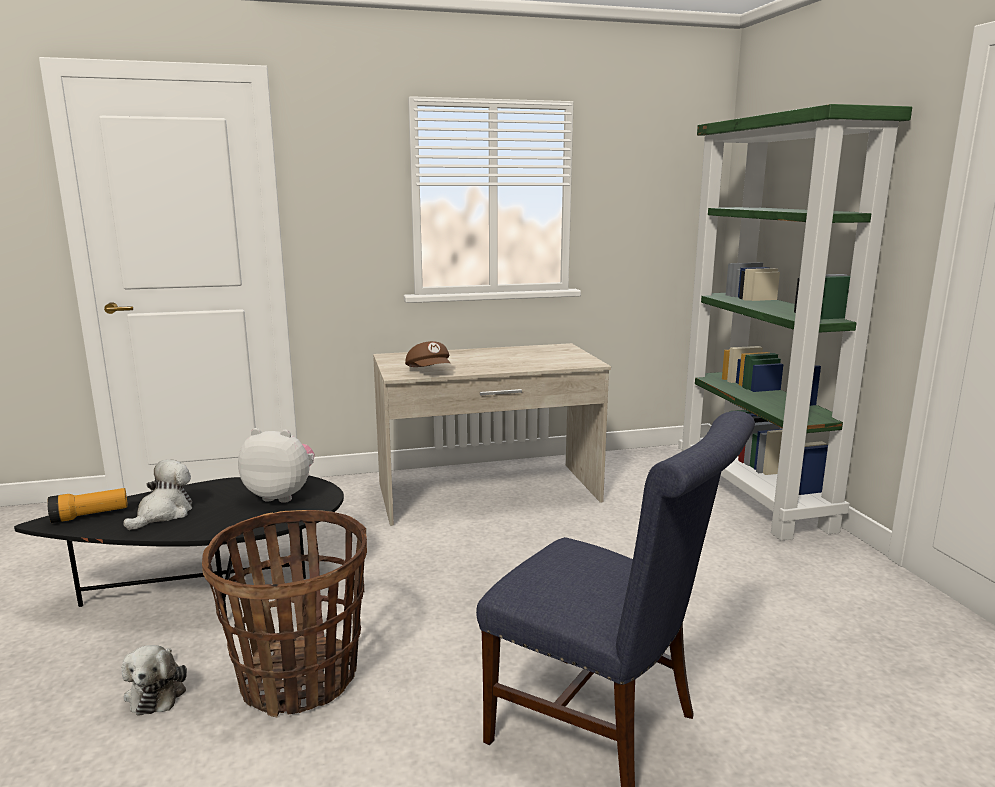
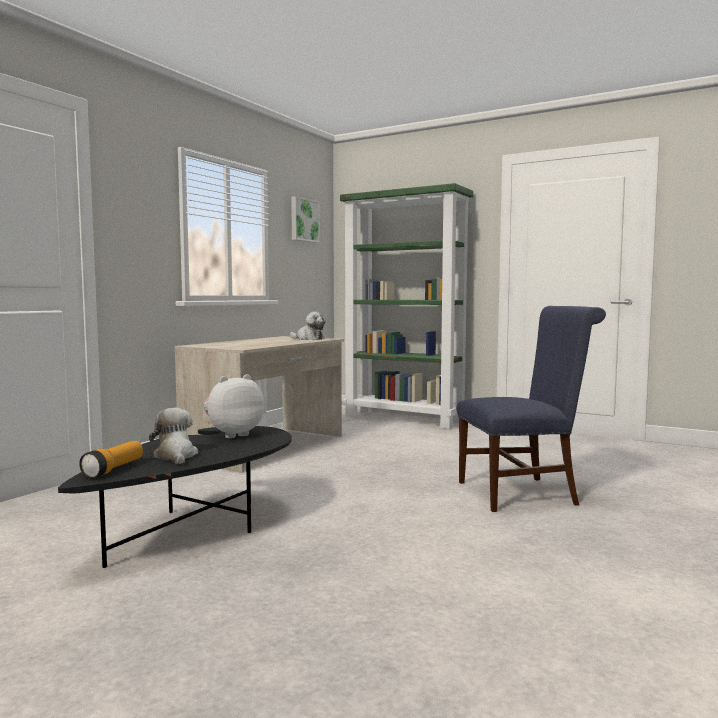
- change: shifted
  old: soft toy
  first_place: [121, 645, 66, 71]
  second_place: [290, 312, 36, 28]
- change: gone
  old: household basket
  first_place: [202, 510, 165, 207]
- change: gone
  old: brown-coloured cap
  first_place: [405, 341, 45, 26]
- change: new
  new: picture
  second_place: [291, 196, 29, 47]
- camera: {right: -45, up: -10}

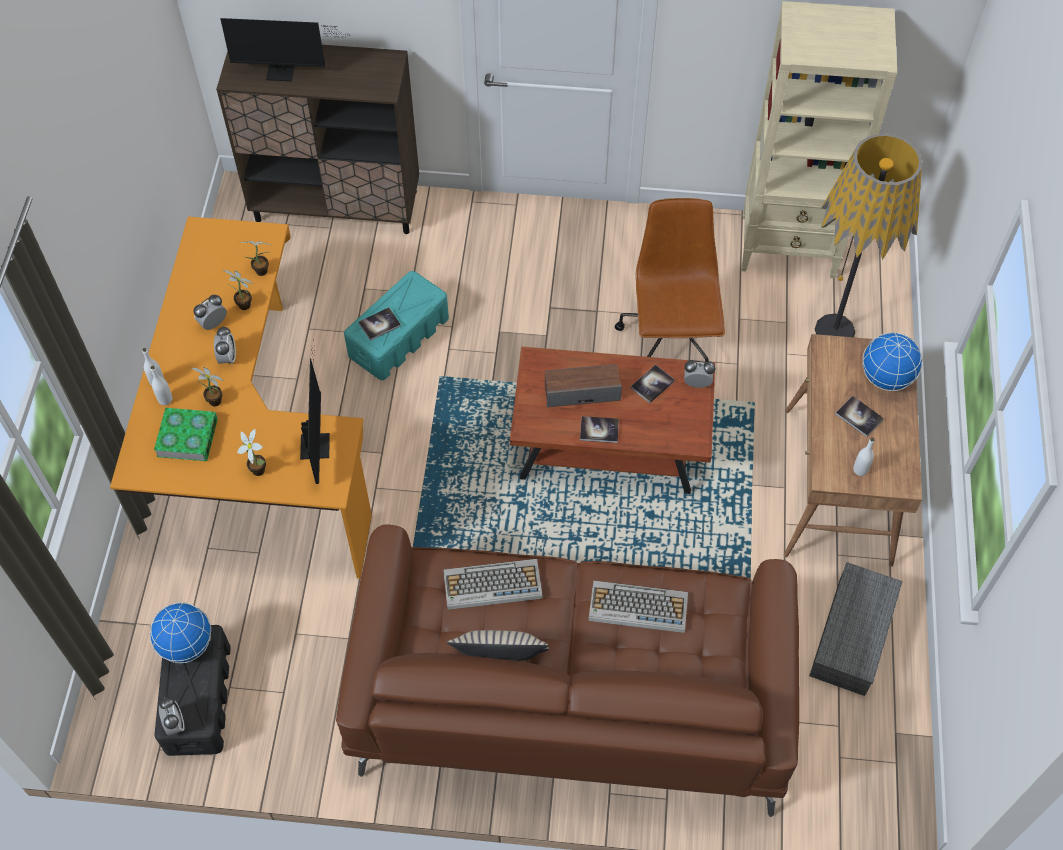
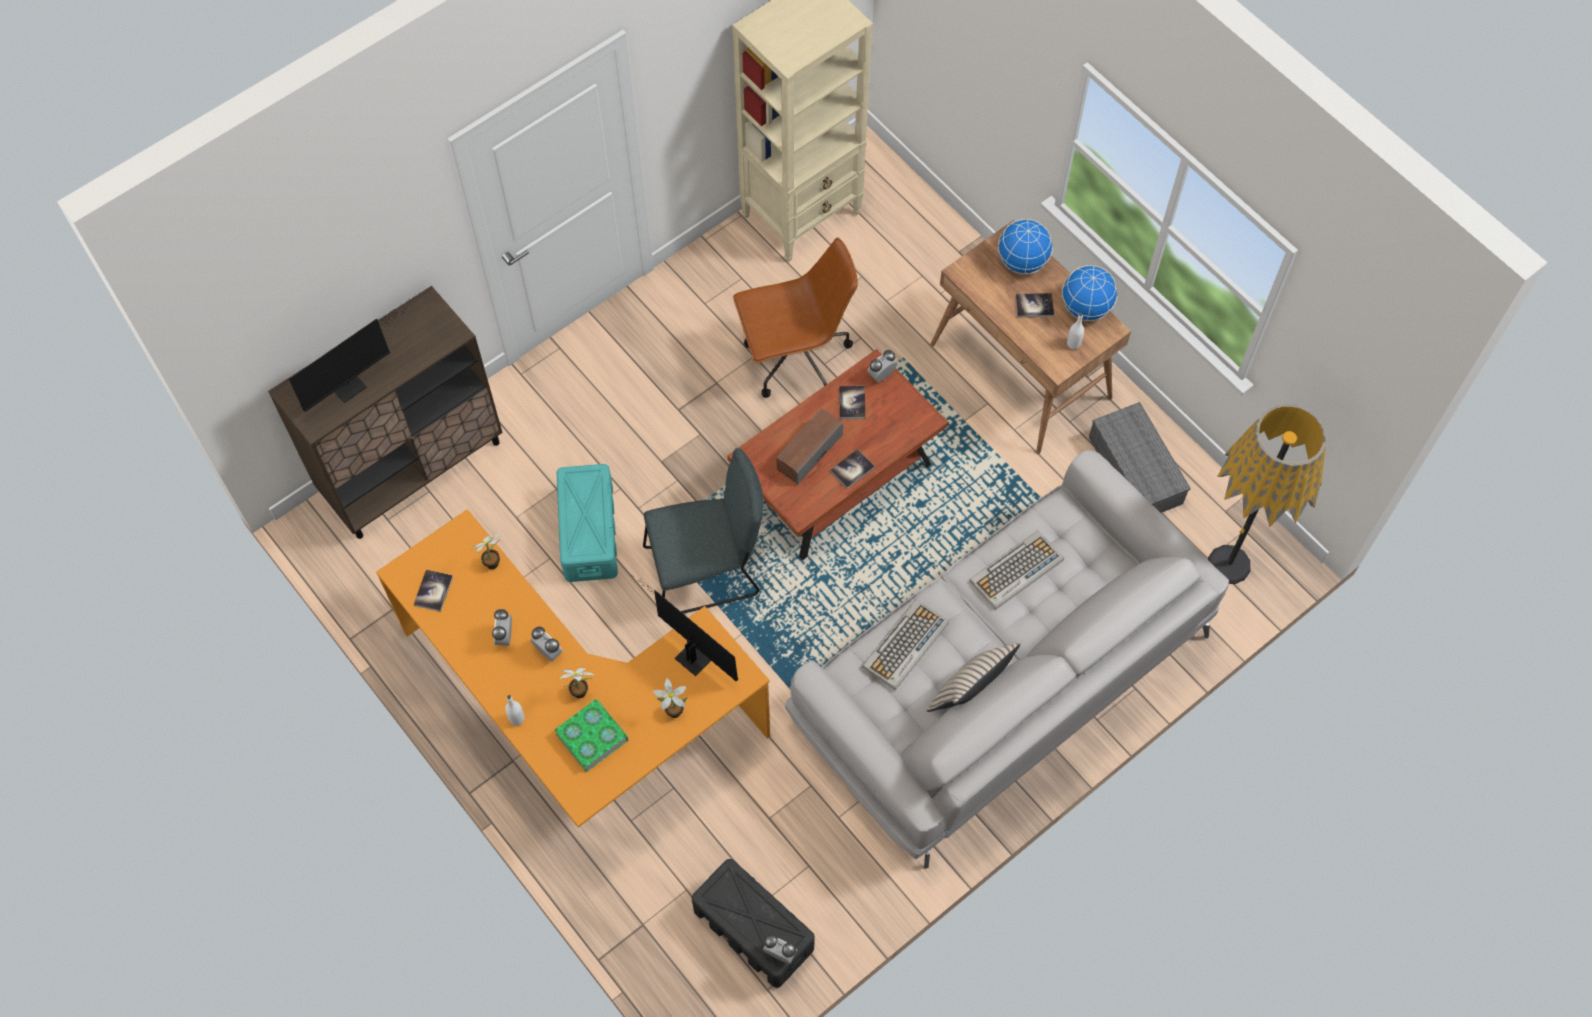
- change: gone
  old: whitish bottle
  first_place: [150, 366, 22, 39]
- change: shifted
  old: desk globe
  first_place: [150, 602, 61, 61]
  second_place: [1062, 265, 56, 56]
- change: gone
  old: houseplant
  first_place: [223, 270, 30, 40]
- change: repainted
  old: brown-coloured settee
  new: greyish settee
  first_place: [336, 524, 463, 293]
  second_place: [785, 450, 444, 419]
- change: shifted
  old: book
  first_place: [358, 308, 43, 33]
  second_place: [414, 569, 39, 43]
- change: rotated
  old: brown-coloured desk chair
  first_place: [615, 198, 110, 164]
  second_place: [733, 237, 125, 161]
  degrees: 120
- change: shifted
  old: floor lamp
  first_place: [815, 134, 107, 203]
  second_place: [1208, 404, 119, 180]
- change: new
  new: greyish plain chair
  second_place: [643, 448, 121, 166]
- camera: {right: -45, up: 5}

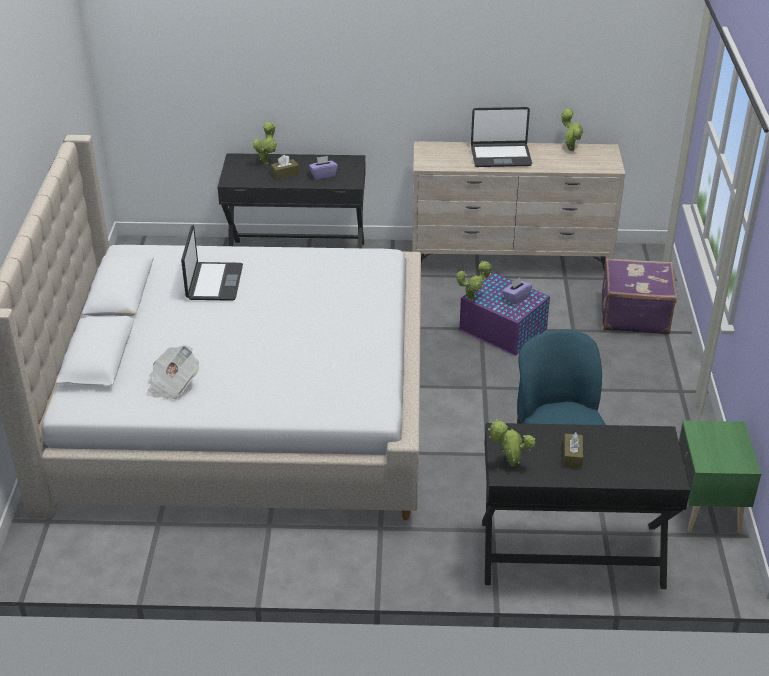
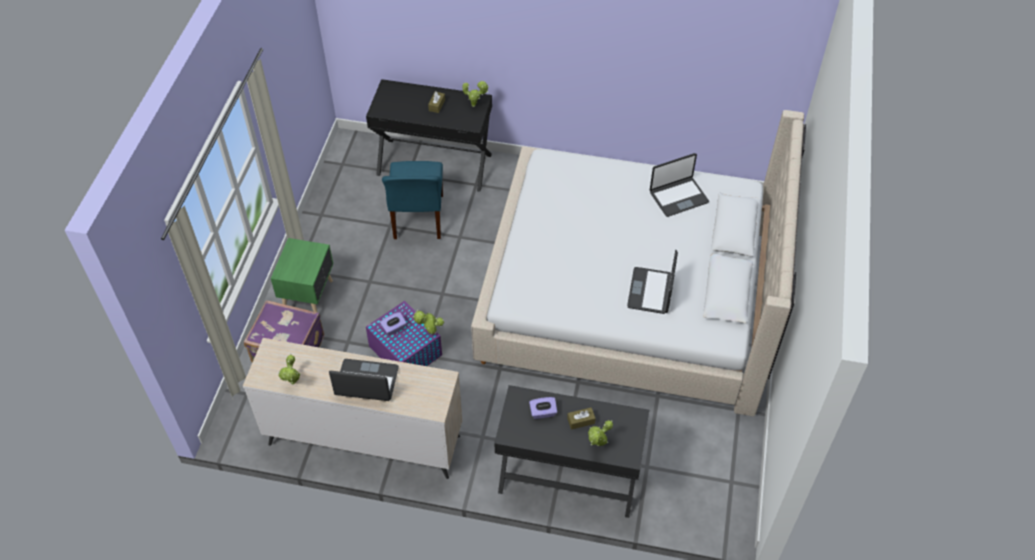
- change: swapped
  old: printed paper
  new: laptop
  first_place: [147, 346, 52, 53]
  second_place: [650, 153, 59, 64]
- change: shifted
  old: green bedside table
  first_place: [679, 420, 82, 113]
  second_place: [271, 238, 62, 74]
- camera: {right: -170, up: 15}

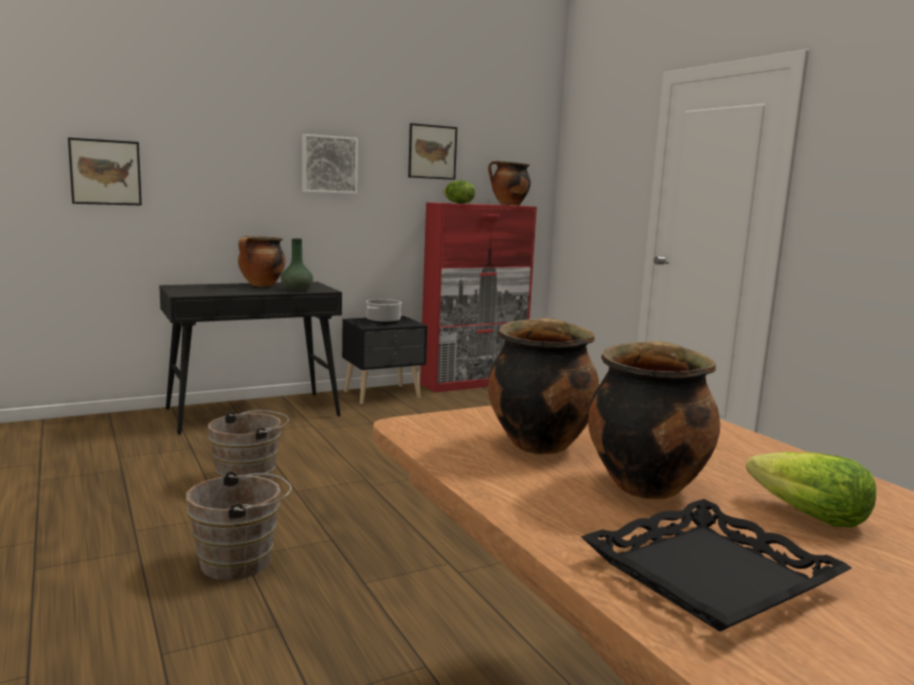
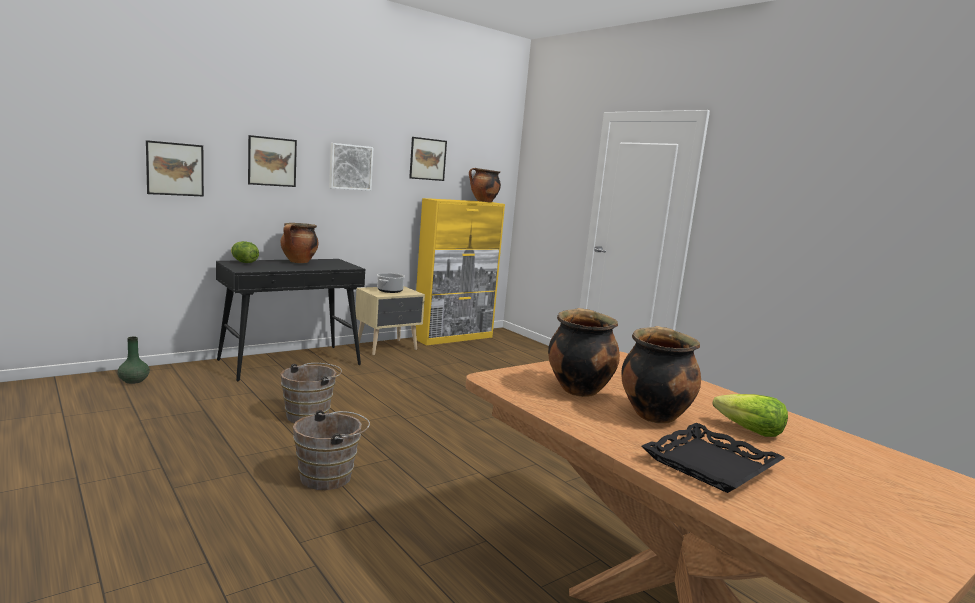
- change: shifted
  old: green flower vase
  first_place: [281, 238, 32, 54]
  second_place: [117, 337, 33, 47]
- change: repainted
  old: black bedside table
  new: beige bedside table
  first_place: [342, 316, 85, 88]
  second_place: [355, 286, 70, 69]
- change: repainted
  old: red cupboard
  new: yellow cupboard
  first_place: [420, 202, 117, 190]
  second_place: [416, 198, 89, 147]
- change: shifted
  old: lettuce head
  first_place: [443, 180, 32, 24]
  second_place: [231, 241, 28, 22]
- change: new
  new: picture
  second_place: [248, 135, 49, 52]
- camera: {right: -10, up: 0}

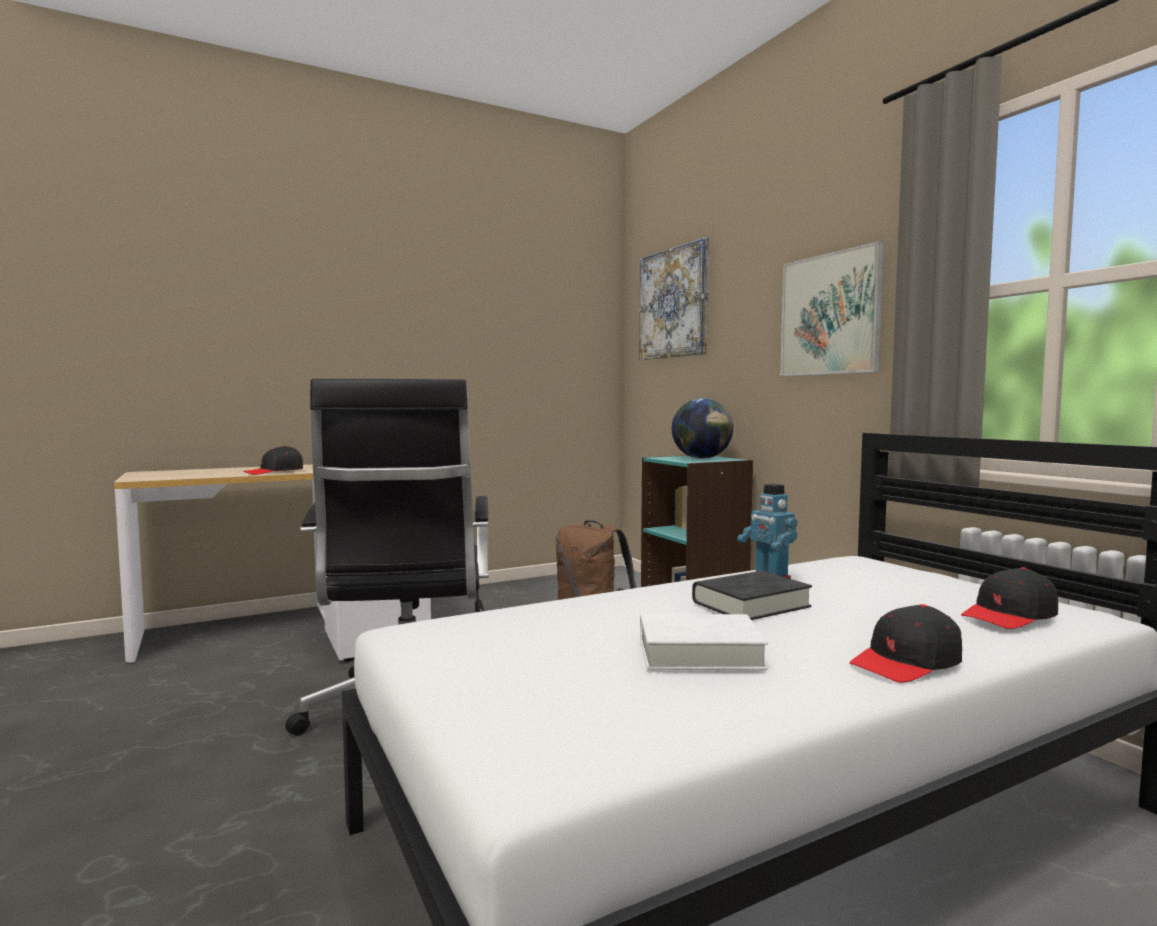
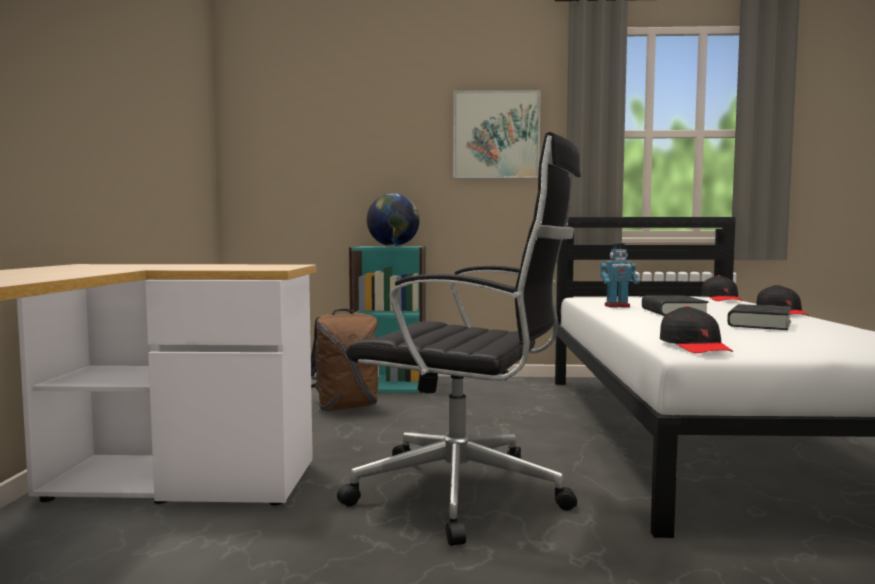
- change: shifted
  old: black cap
  first_place: [243, 446, 60, 29]
  second_place: [660, 306, 74, 47]
- change: gone
  old: picture
  first_place: [639, 237, 70, 123]
- change: repainted
  old: whitish book
  new: black book
  first_place: [640, 614, 128, 56]
  second_place: [727, 304, 65, 26]
- camera: {right: -60, up: 0}

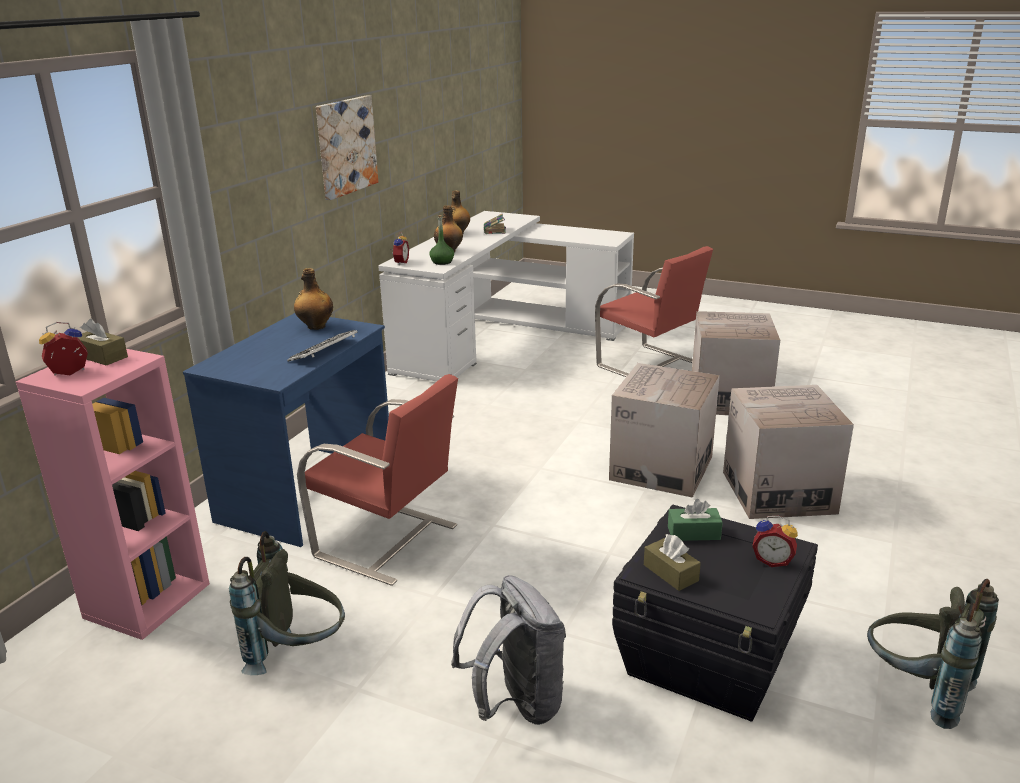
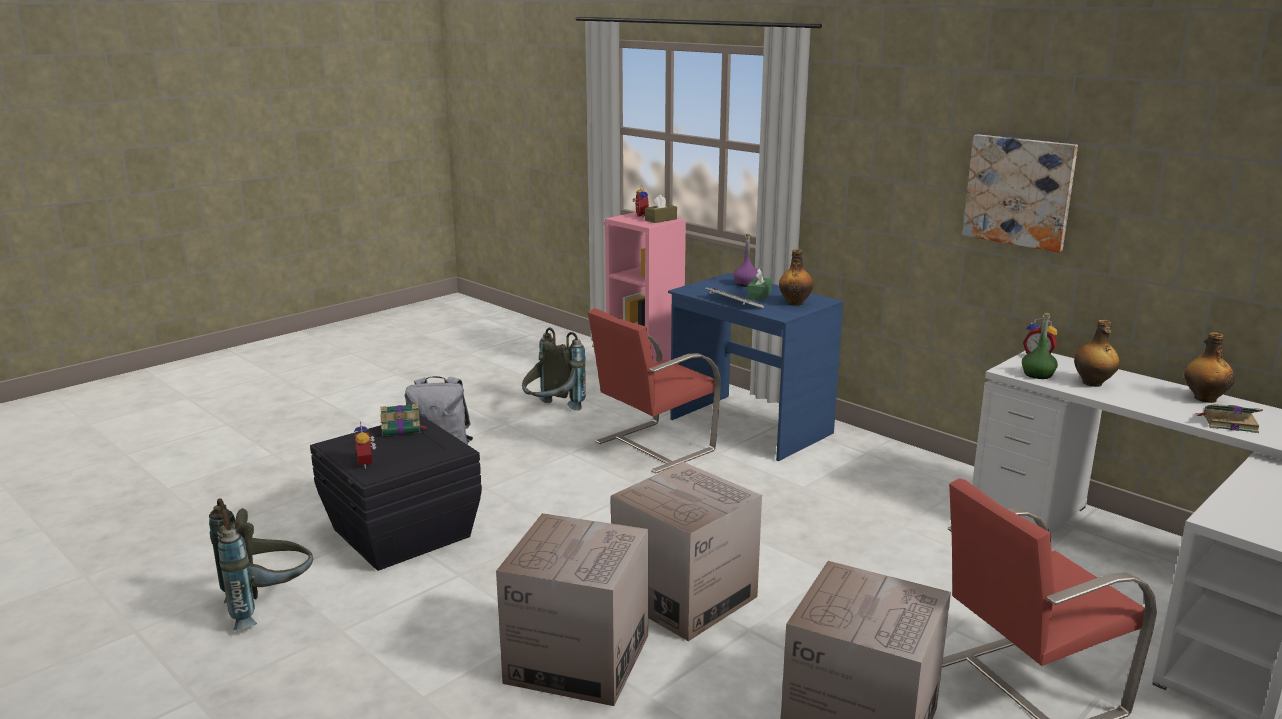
- change: swapped
  old: brown-coloured box of tissues
  new: book
  first_place: [644, 534, 57, 57]
  second_place: [380, 404, 47, 32]
- change: shifted
  old: green box of tissues
  first_place: [668, 499, 55, 42]
  second_place: [747, 269, 25, 32]
- change: rotated
  old: bedside clock
  first_place: [752, 516, 46, 51]
  second_place: [354, 422, 22, 46]
  degrees: -60
- change: new
  new: purple bottle
  second_place: [733, 234, 25, 53]
- camera: {right: 110, up: -5}

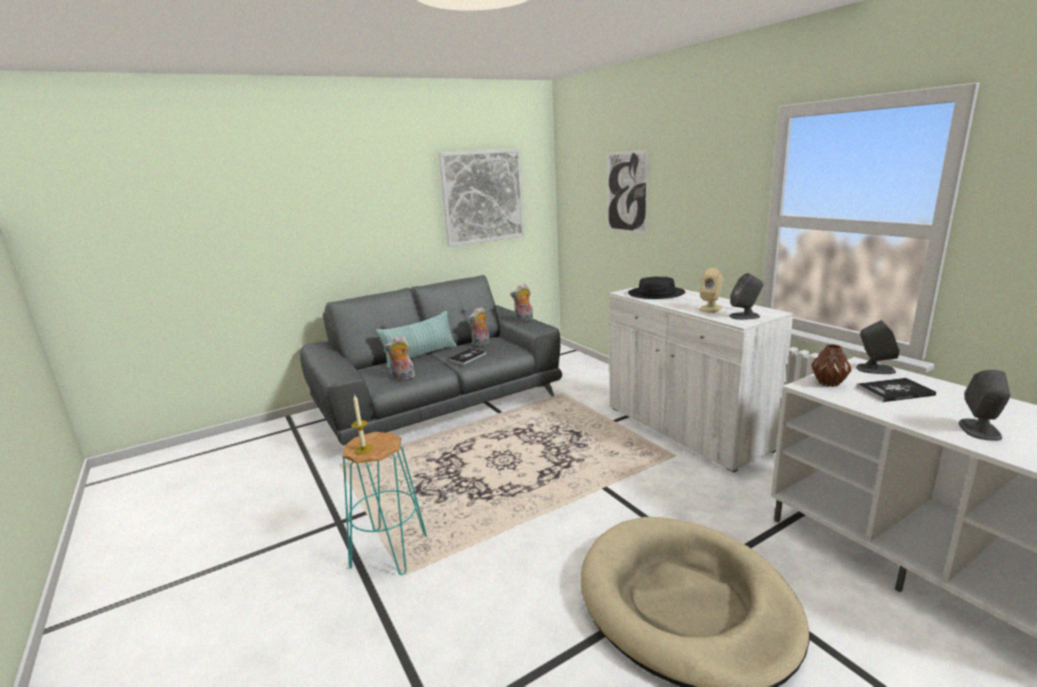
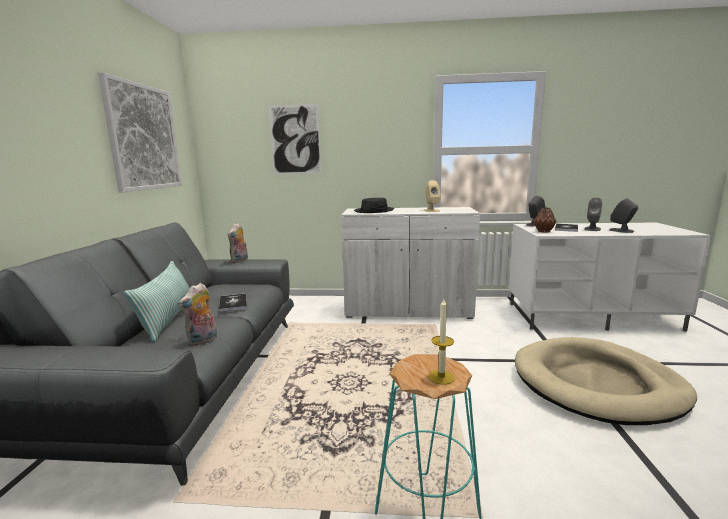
- change: gone
  old: soft toy
  first_place: [468, 307, 22, 39]
- change: shifted
  old: greyish loudspeaker
  first_place: [729, 273, 34, 47]
  second_place: [584, 198, 18, 33]
- camera: {right: -55, up: -5}

